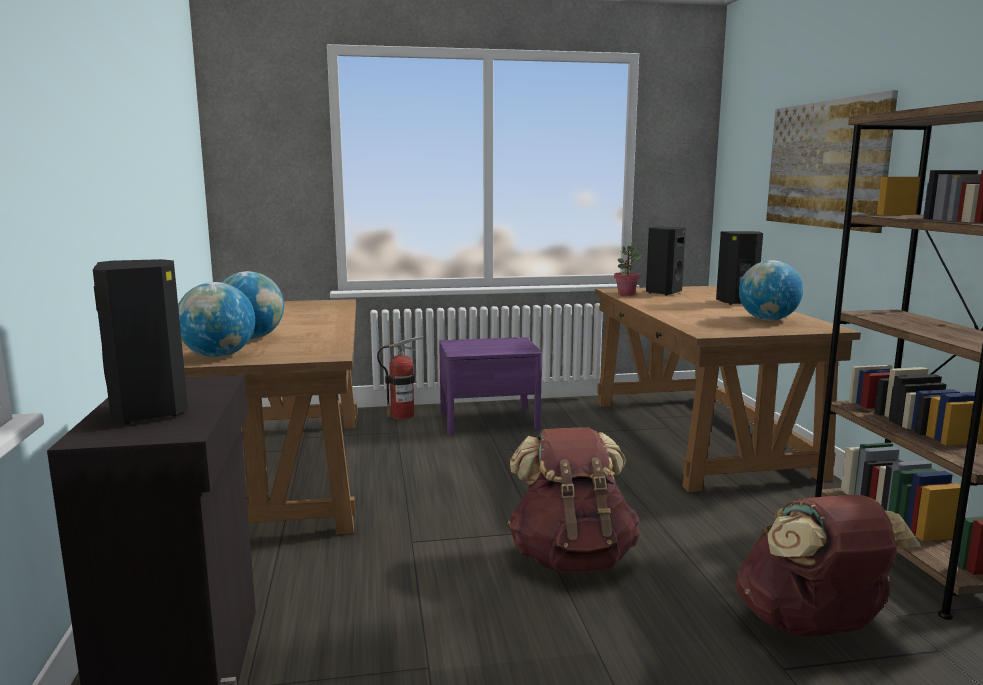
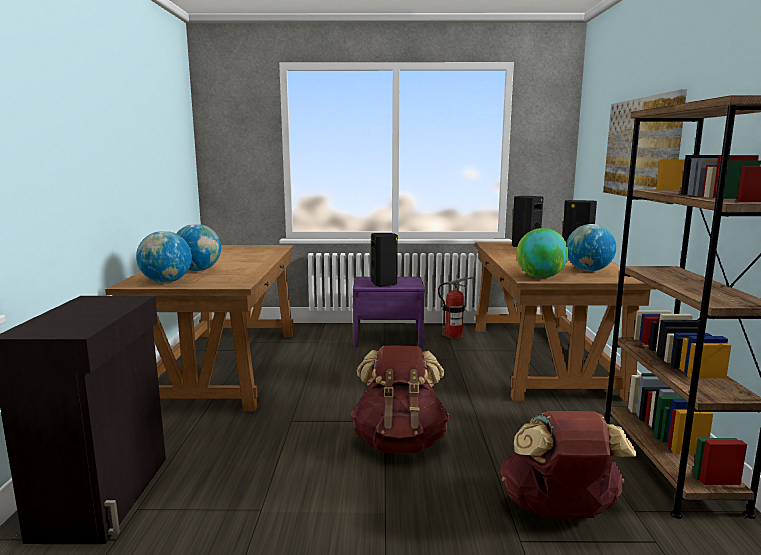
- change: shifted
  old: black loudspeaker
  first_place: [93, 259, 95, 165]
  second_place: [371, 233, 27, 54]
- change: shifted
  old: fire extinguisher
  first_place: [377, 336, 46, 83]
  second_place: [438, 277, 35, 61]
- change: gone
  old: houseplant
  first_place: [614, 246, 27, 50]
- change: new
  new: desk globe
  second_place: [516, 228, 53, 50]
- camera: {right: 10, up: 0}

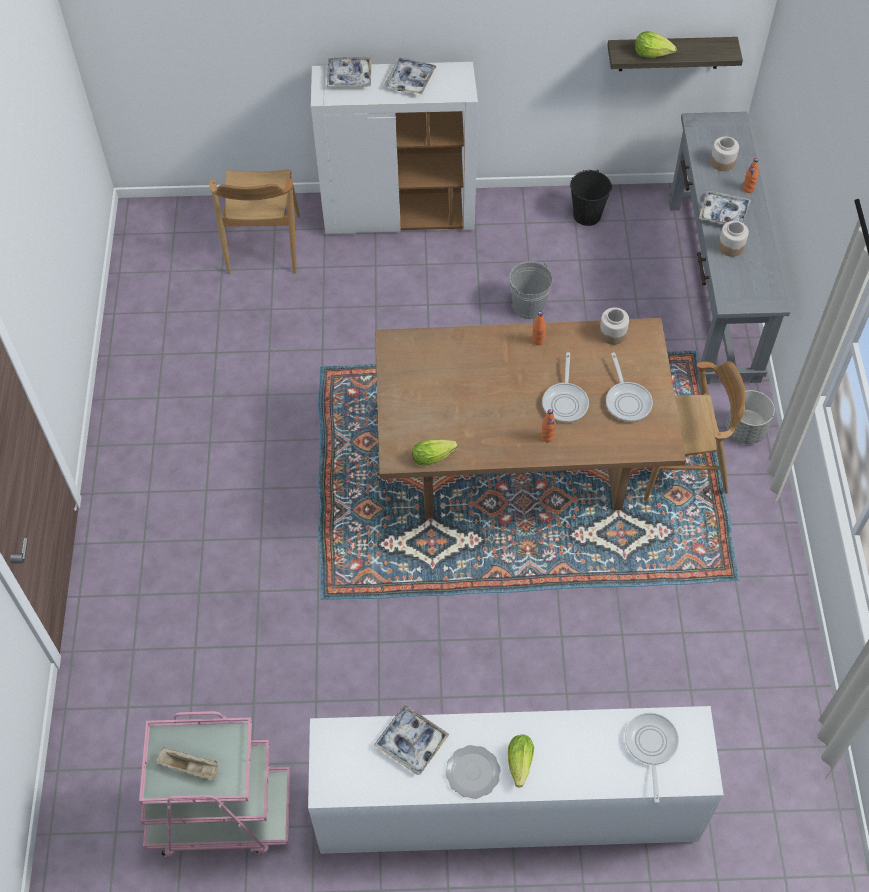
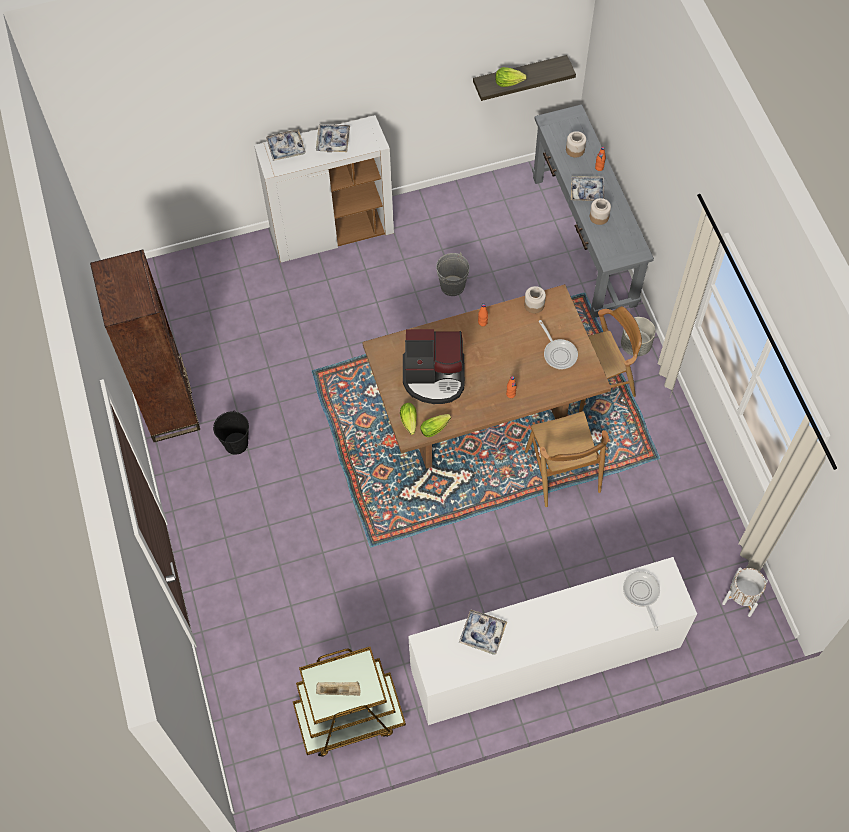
- change: repainted
  old: pink-coloured cart
  new: brown-coloured cart
  first_place: [139, 711, 151, 146]
  second_place: [293, 647, 113, 110]
- change: shifted
  old: brown-coloured plain chair
  first_place: [209, 169, 91, 105]
  second_place: [525, 411, 84, 96]
- change: gone
  old: flat dish
  first_place: [445, 745, 56, 54]
- change: shifted
  old: lettuce head
  first_place: [508, 735, 26, 52]
  second_place: [400, 403, 17, 32]
- change: gone
  old: skillet
  first_place: [542, 352, 47, 70]
- change: shifted
  old: black pail
  first_place: [570, 170, 42, 56]
  second_place: [213, 411, 36, 44]
- change: new
  new: brown-coloured bookcase
  second_place: [90, 249, 110, 193]
- change: new
  new: coffee machine
  second_place: [403, 329, 62, 75]
- change: new
  new: whitish plant pot
  second_place: [722, 567, 46, 50]
- camera: {right: -15, up: 5}

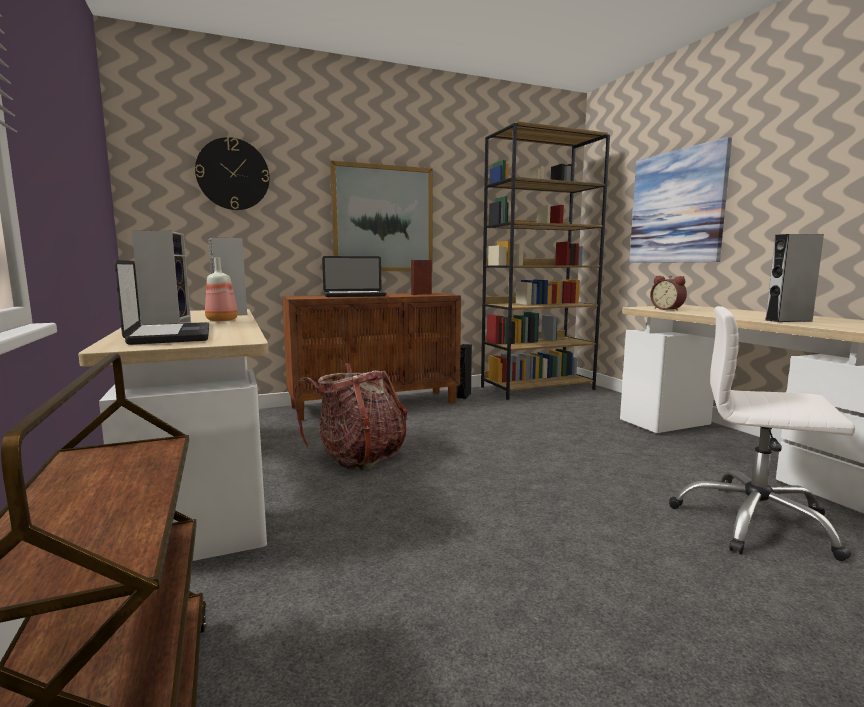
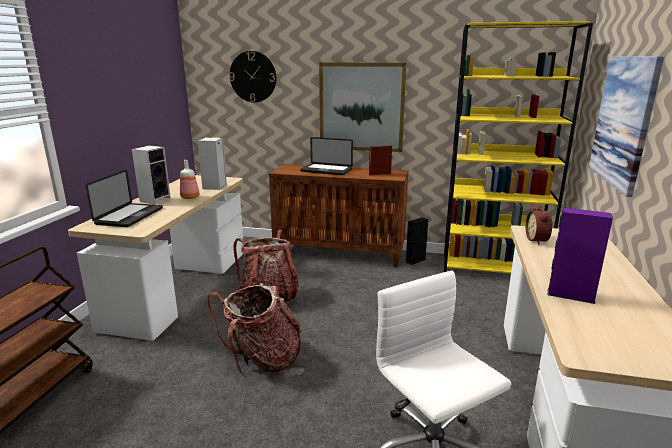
- change: repainted
  old: brown-coloured bookcase
  new: yellow bookcase
  first_place: [481, 121, 129, 279]
  second_place: [444, 21, 149, 253]
- change: repainted
  old: greyish loudspeaker
  new: purple loudspeaker
  first_place: [765, 234, 59, 88]
  second_place: [548, 208, 65, 96]
- change: new
  new: backpack
  second_place: [207, 283, 94, 95]
- camera: {right: 35, up: 10}

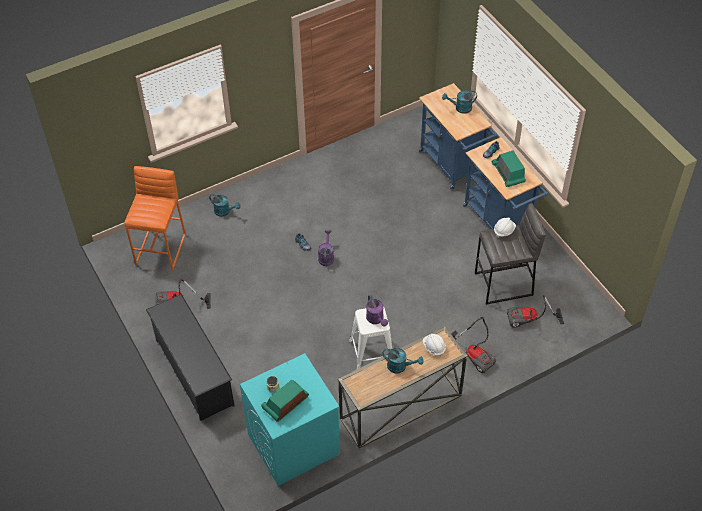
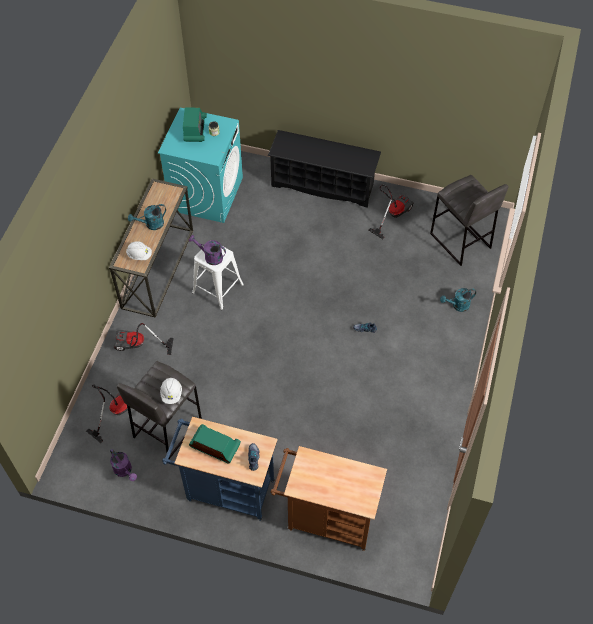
- change: repainted
  old: orange stool
  new: greyish stool
  first_place: [124, 166, 62, 104]
  second_place: [430, 175, 79, 91]
- change: shifted
  old: purple watering pot
  first_place: [318, 230, 16, 36]
  second_place: [110, 449, 27, 32]
- change: repainted
  old: bluish cart
  new: brown-coloured cart
  first_place: [419, 83, 78, 107]
  second_place: [271, 446, 116, 105]
- change: gone
  old: turquoise watering pot
  first_place: [442, 90, 35, 24]
- camera: {right: 135, up: 5}

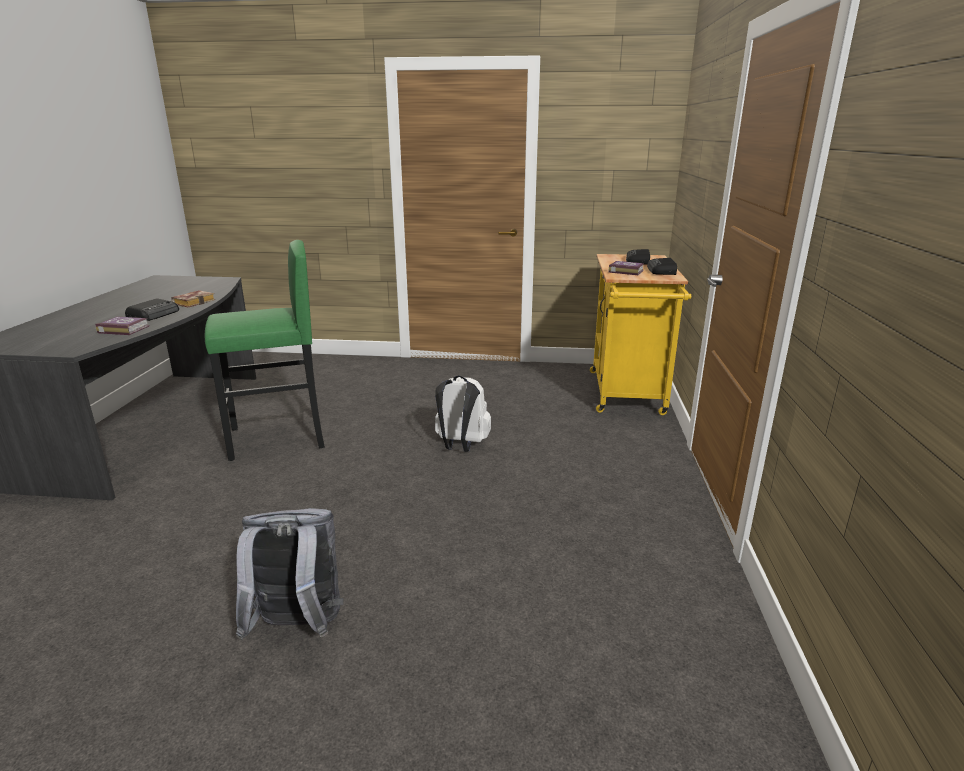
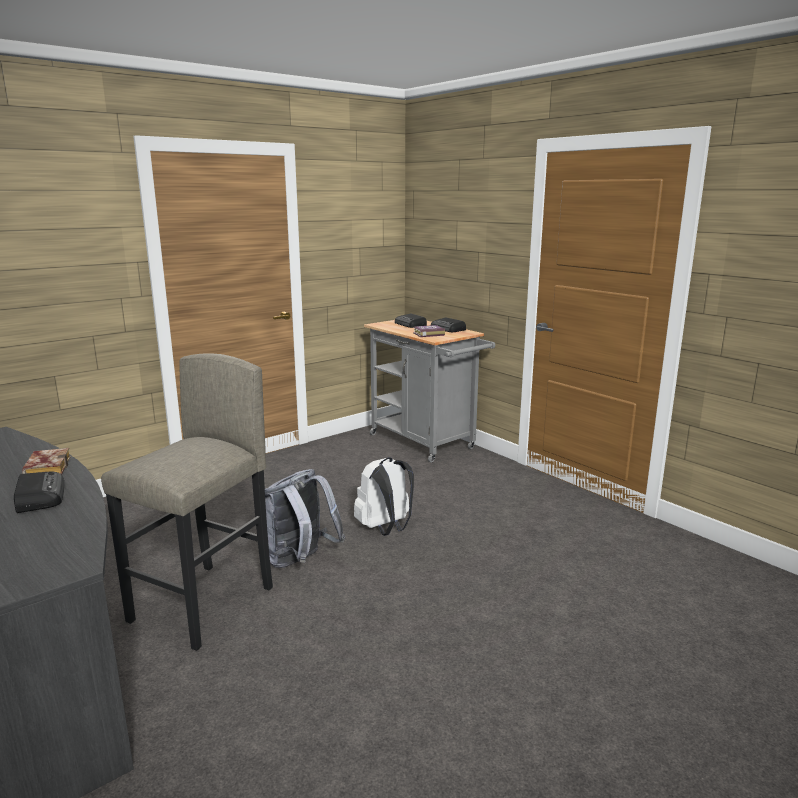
- change: gone
  old: book
  first_place: [95, 317, 55, 18]
- change: repainted
  old: green stool
  new: greyish stool
  first_place: [205, 240, 120, 221]
  second_place: [101, 353, 172, 298]
- change: shifted
  old: greyish backpack
  first_place: [236, 508, 108, 132]
  second_place: [265, 469, 81, 99]
- change: repainted
  old: yellow cart
  new: greyish cart
  first_place: [590, 254, 101, 161]
  second_place: [364, 320, 131, 143]
- camera: {right: -45, up: -5}

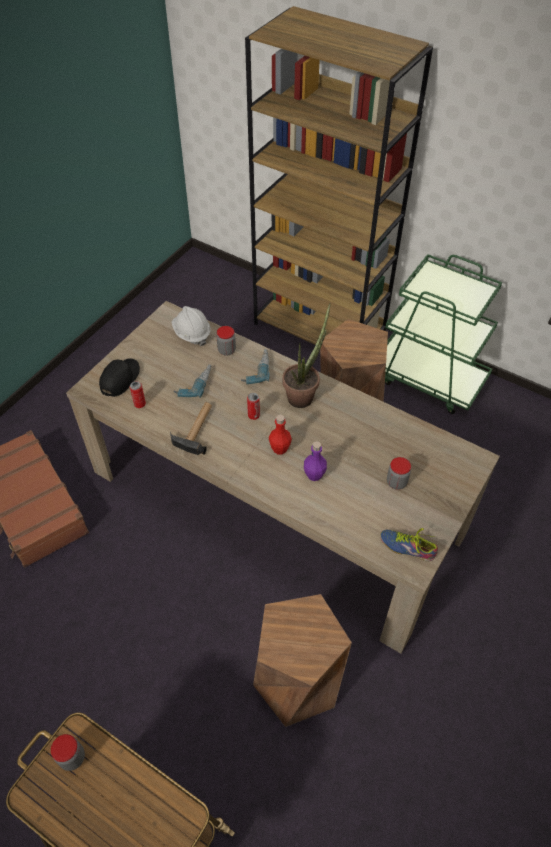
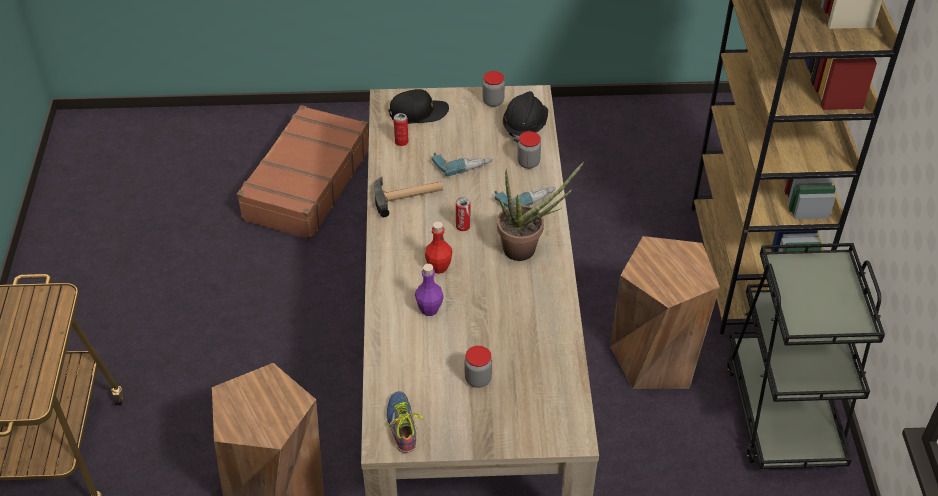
- change: shifted
  old: preserve jar
  first_place: [51, 734, 34, 37]
  second_place: [482, 71, 23, 36]
- change: repainted
  old: whitish safety helmet
  new: black safety helmet
  first_place: [171, 306, 40, 40]
  second_place: [503, 91, 45, 52]
- change: repainted
  old: green cart
  new: black cart
  first_place: [385, 254, 117, 160]
  second_place: [727, 243, 158, 226]
- camera: {right: 55, up: -5}

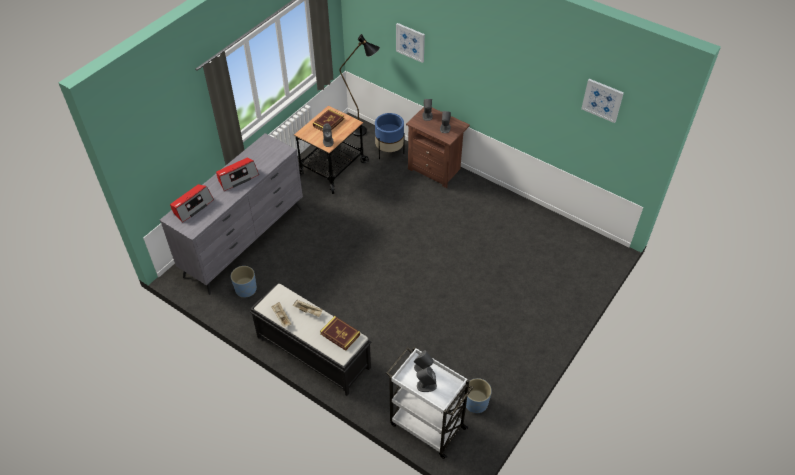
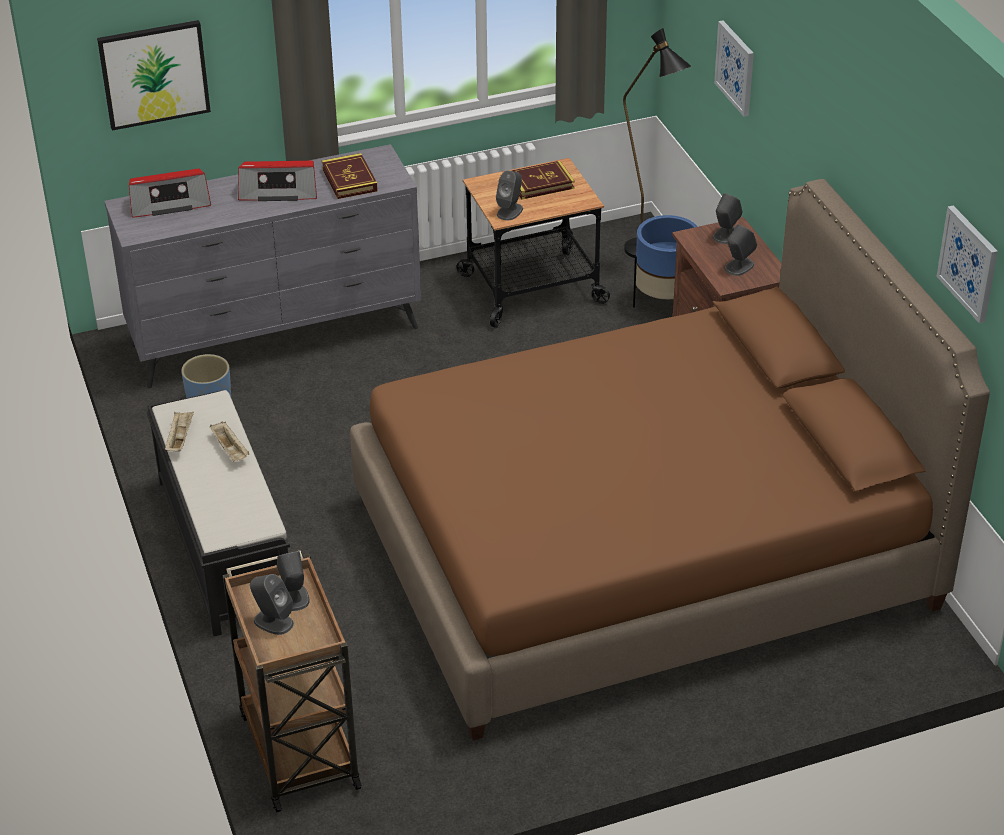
- change: shifted
  old: book
  first_place: [320, 316, 40, 35]
  second_place: [322, 153, 56, 46]
- change: repainted
  old: whitish cart
  new: brown-coloured cart
  first_place: [386, 347, 88, 112]
  second_place: [223, 550, 139, 263]
- change: gone
  old: bluish plant pot
  first_place: [466, 378, 26, 35]
- change: new
  new: picture
  second_place: [97, 20, 114, 111]
- change: new
  new: brown-coloured sleeping bed
  second_place: [350, 179, 640, 561]
- camera: {right: 35, up: -10}

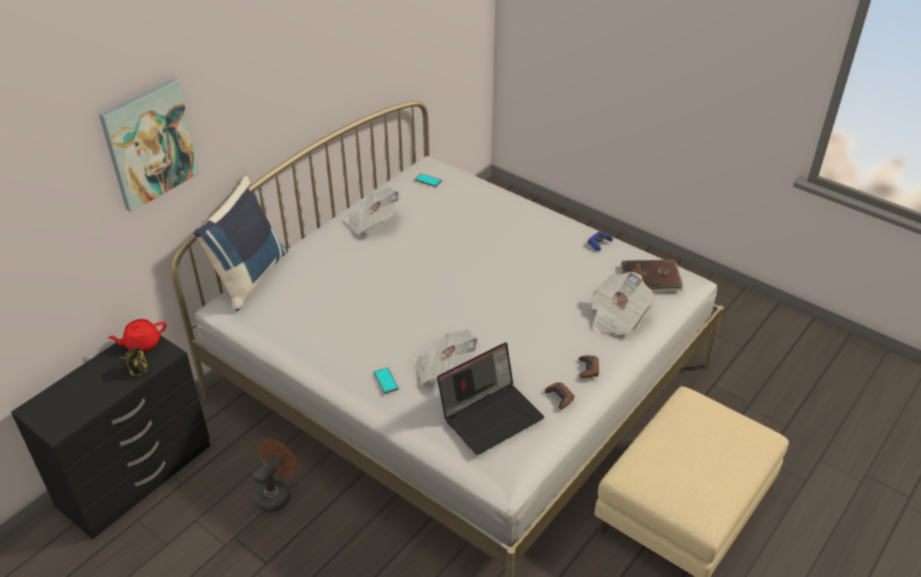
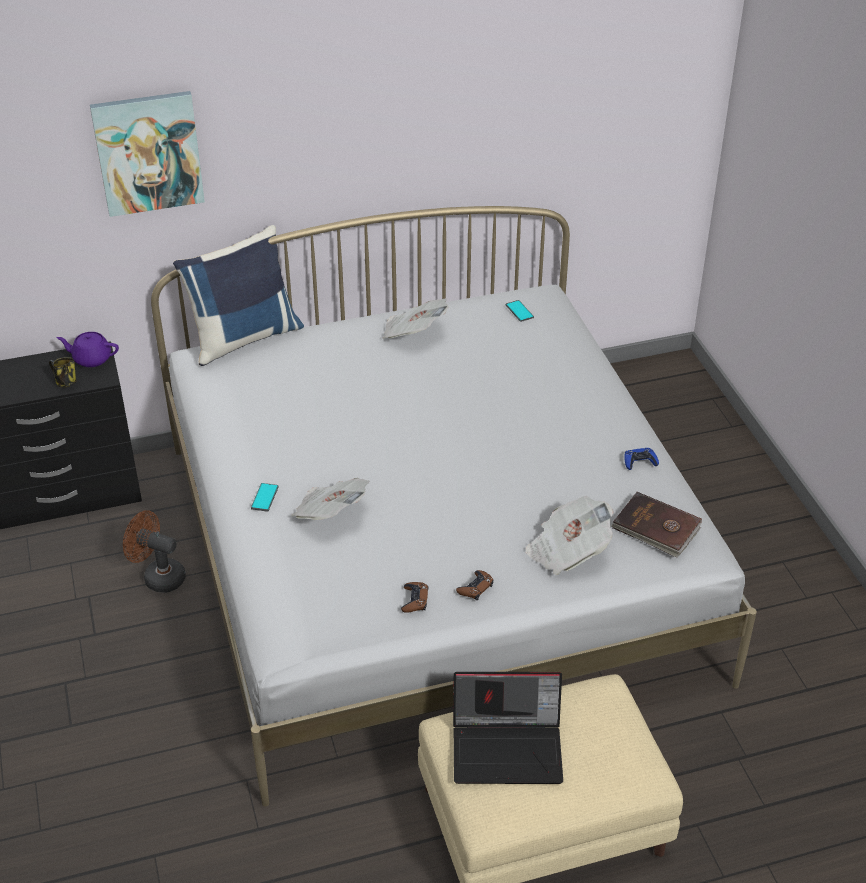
- change: repainted
  old: red tea pot
  new: purple tea pot
  first_place: [107, 319, 59, 33]
  second_place: [57, 332, 62, 35]
- change: rotated
  old: brown-coloured electric fan
  first_place: [252, 439, 46, 73]
  second_place: [123, 510, 63, 83]
  degrees: -135
- change: shifted
  old: laptop
  first_place: [437, 342, 107, 113]
  second_place: [453, 672, 110, 112]
- camera: {right: 35, up: 0}

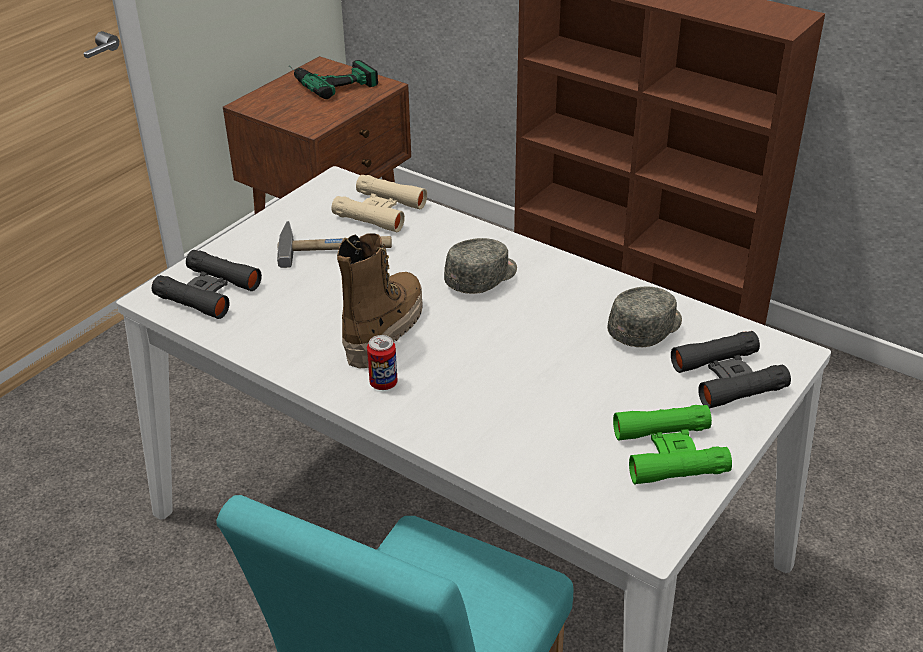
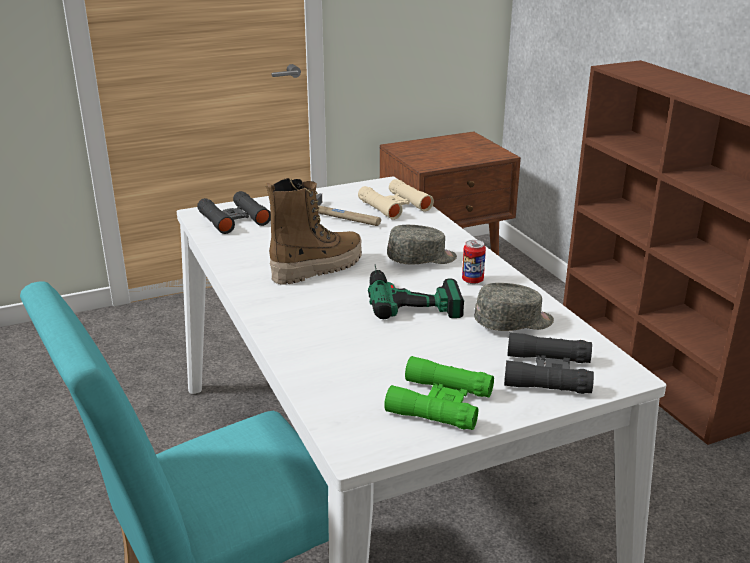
- change: shifted
  old: electric drill
  first_place: [289, 60, 89, 39]
  second_place: [368, 265, 96, 54]
- change: shifted
  old: can
  first_place: [367, 335, 31, 55]
  second_place: [462, 240, 24, 44]
- camera: {right: 30, up: -10}

